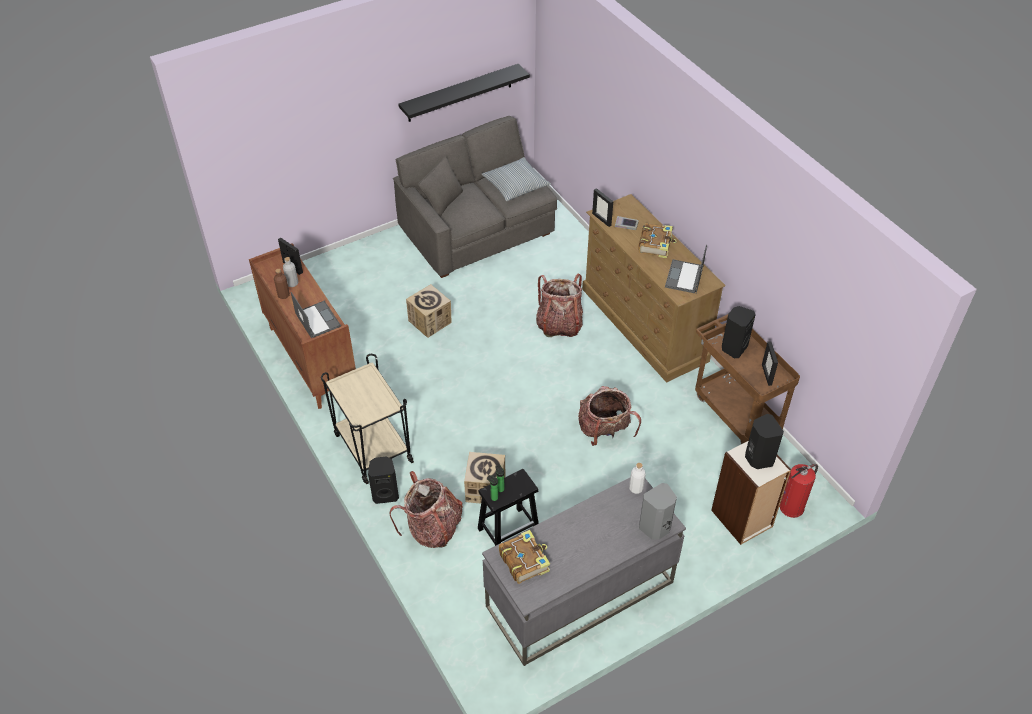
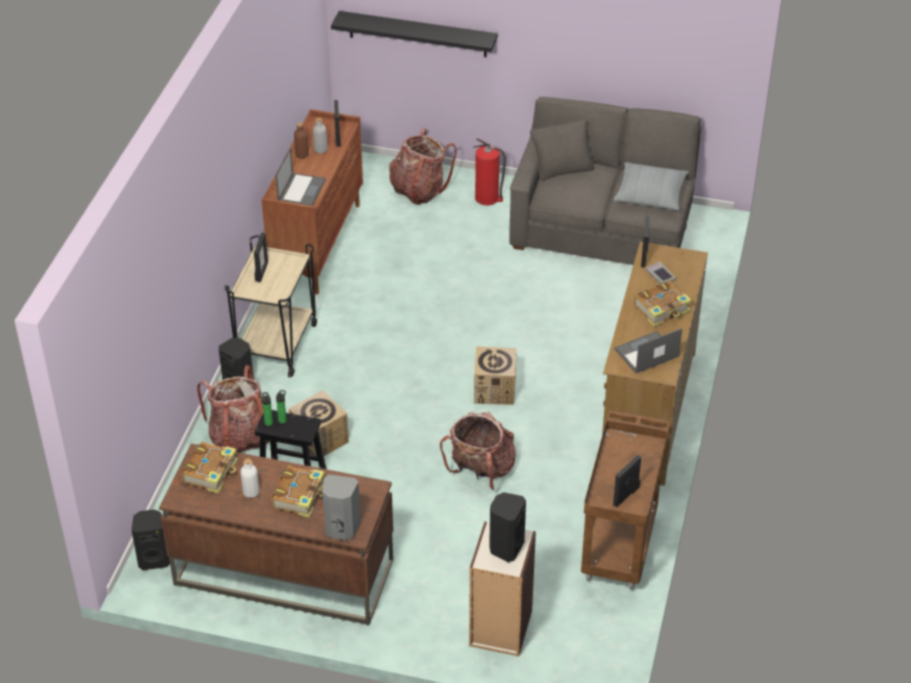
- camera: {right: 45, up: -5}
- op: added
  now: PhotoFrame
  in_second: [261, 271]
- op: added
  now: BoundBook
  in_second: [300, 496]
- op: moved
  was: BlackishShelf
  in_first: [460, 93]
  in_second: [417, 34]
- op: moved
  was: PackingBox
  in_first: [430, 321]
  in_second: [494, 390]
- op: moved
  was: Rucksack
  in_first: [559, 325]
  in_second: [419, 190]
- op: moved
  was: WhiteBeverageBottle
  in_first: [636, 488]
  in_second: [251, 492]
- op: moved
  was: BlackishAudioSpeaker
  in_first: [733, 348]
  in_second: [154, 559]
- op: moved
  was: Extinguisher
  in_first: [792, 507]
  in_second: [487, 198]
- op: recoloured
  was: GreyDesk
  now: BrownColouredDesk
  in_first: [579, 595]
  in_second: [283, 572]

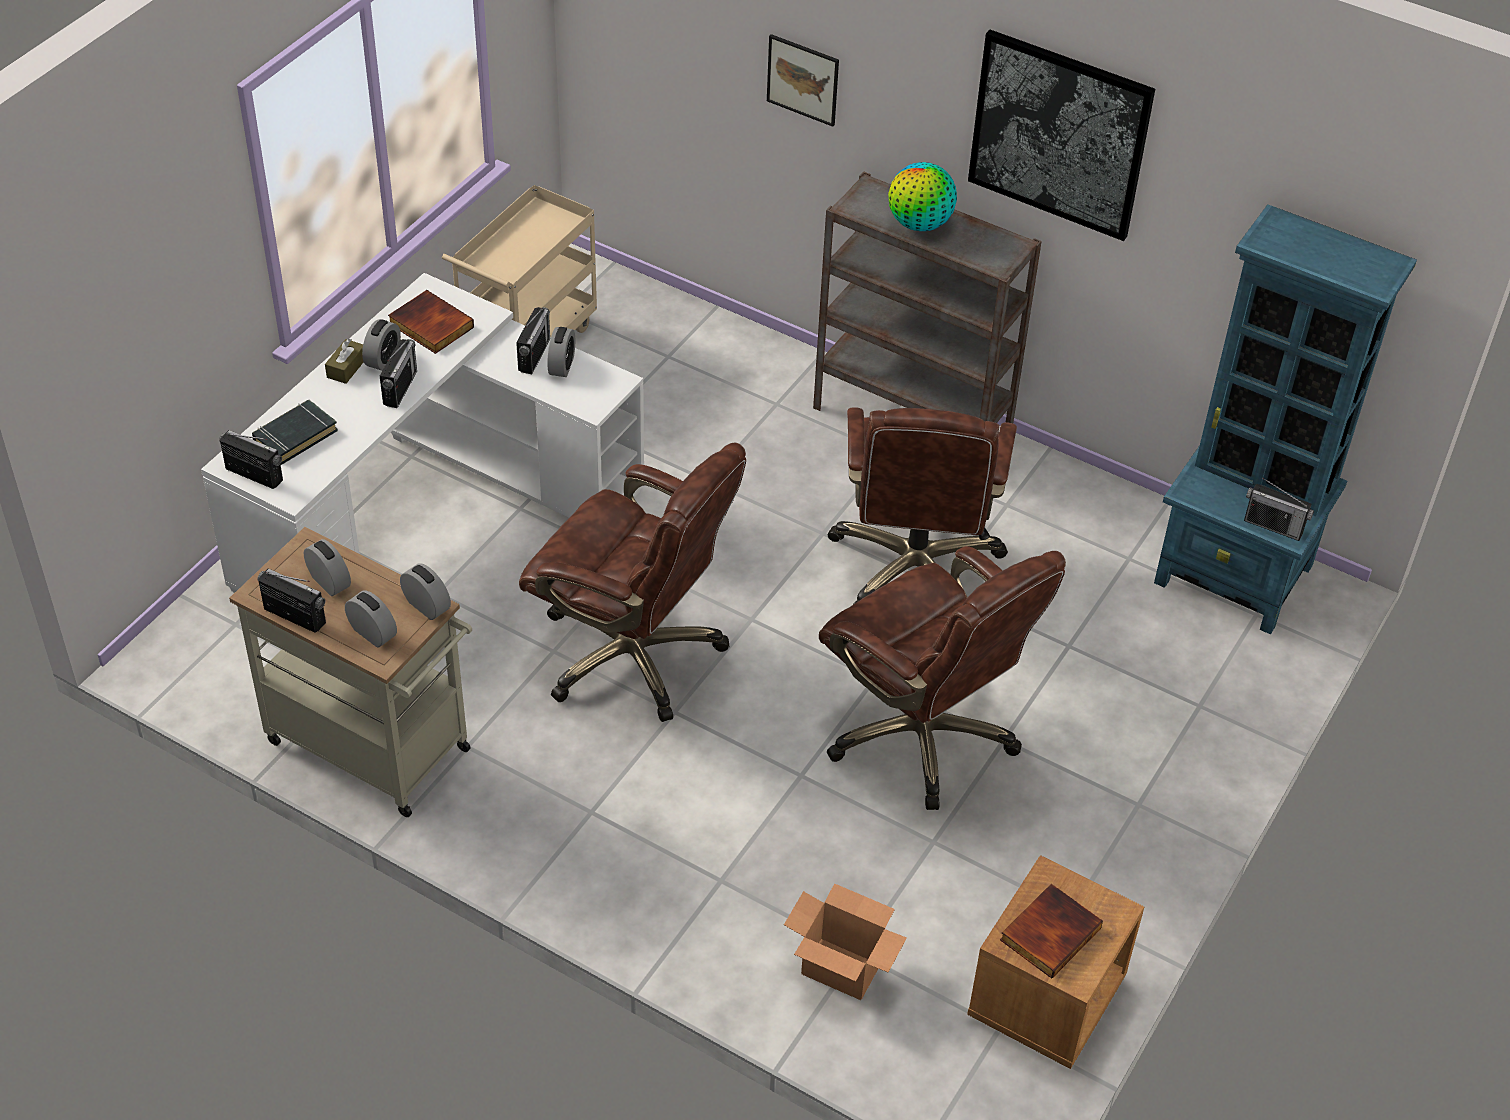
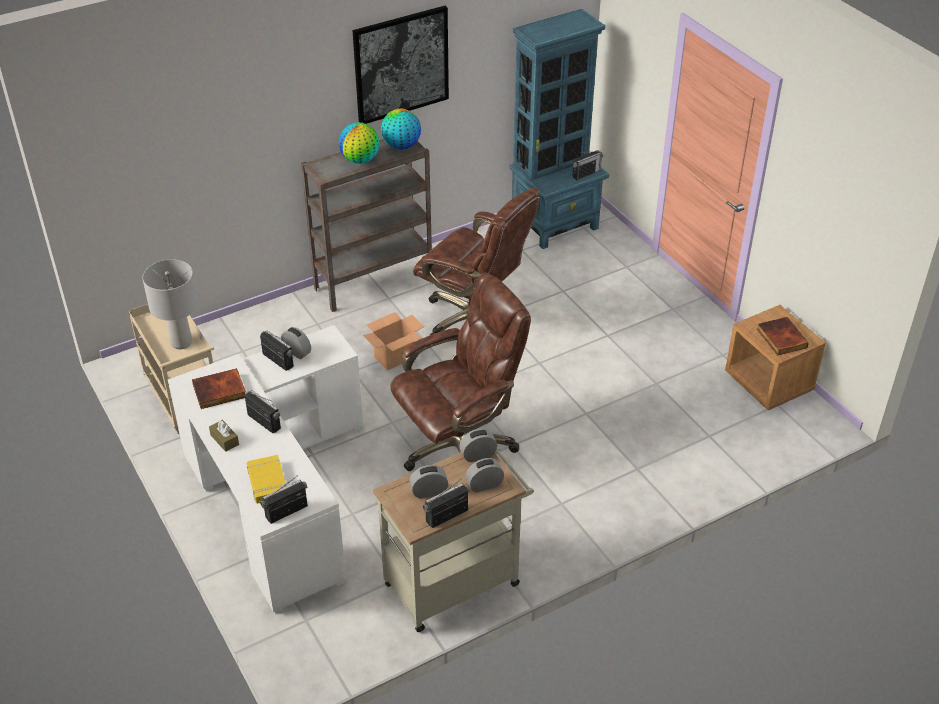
- camera: {right: -60, up: -5}
- op: removed
  was: AlarmClock
  in_first: [383, 359]
- op: removed
  was: Picture
  in_first: [803, 79]
- op: removed
  was: BrownColouredDeskChair
  in_first: [921, 732]
- op: added
  now: GreyTableLamp
  in_second: [181, 342]
- op: added
  now: DeskGlobe
  in_second: [401, 146]
- op: moved
  was: PackingBox
  in_first: [842, 969]
  in_second: [395, 357]
- op: recoloured
  was: BlackishBoundBook
  now: YellowBoundBook
  in_first: [295, 436]
  in_second: [267, 482]

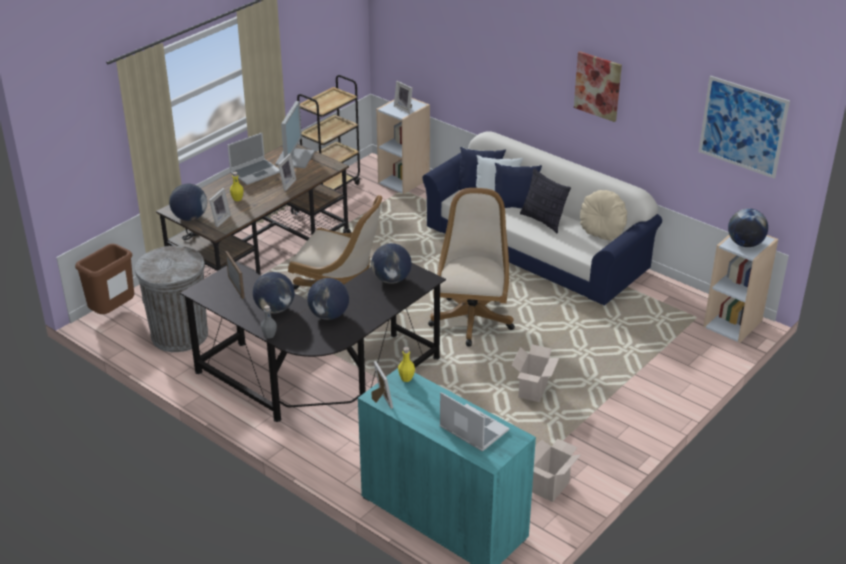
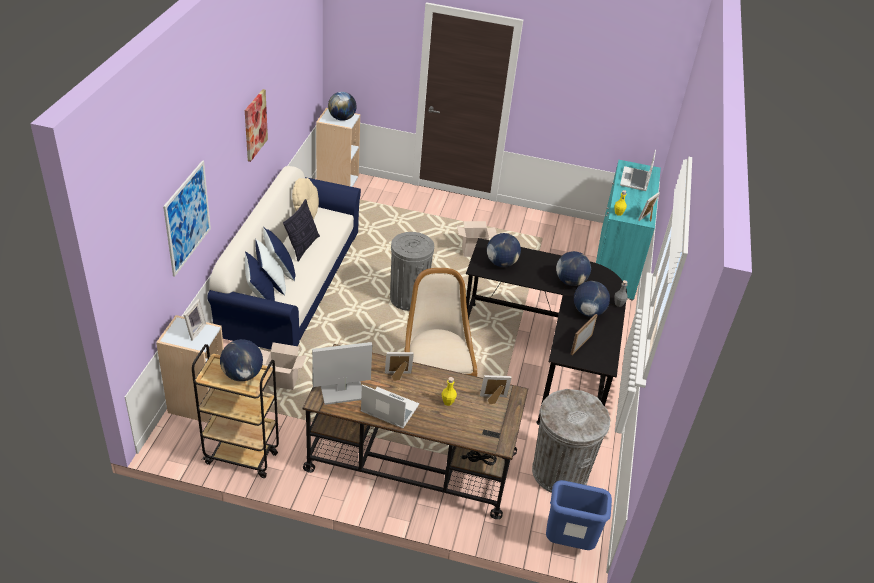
- camera: {right: -120, up: 5}
- op: moved
  was: DeskGlobe
  in_first: [190, 218]
  in_second: [242, 375]
- op: moved
  was: PackingBox
  in_first: [550, 486]
  in_second: [281, 381]
- op: moved
  was: Picture
  in_first: [743, 126]
  in_second: [187, 218]
- op: replaced
  was: DeskChair
  now: GreyRubbishBin
  in_first: [472, 316]
  in_second: [408, 299]
- op: recoloured
  was: BrownColouredRubbishBin
  now: BluishRubbishBin
  in_first: [113, 313]
  in_second: [569, 543]

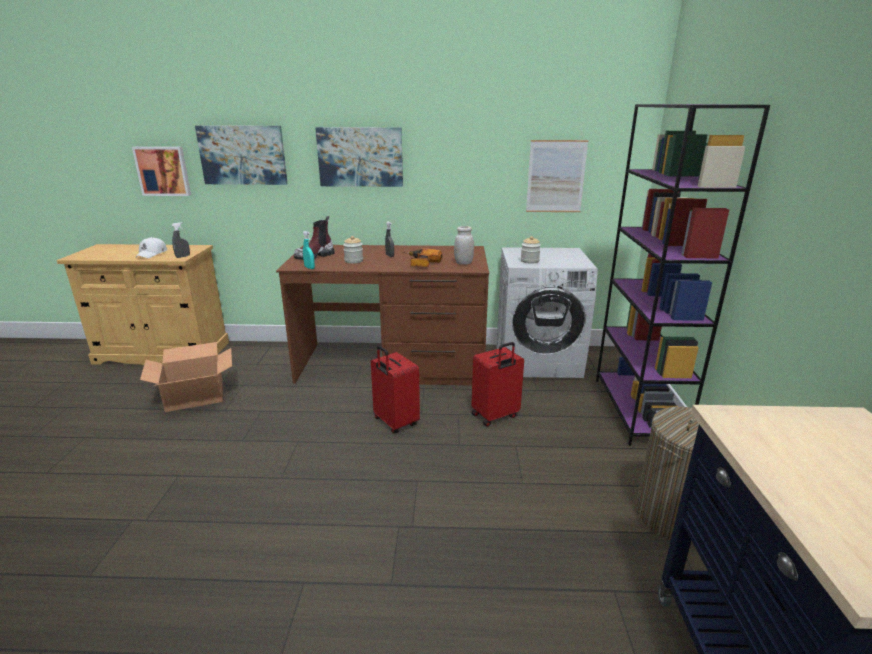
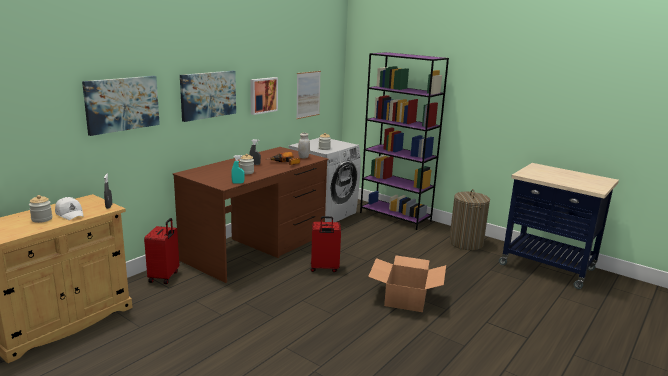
- camera: {right: -55, up: -5}
- op: removed
  was: TallBoot
  in_first: [315, 256]
- op: added
  now: StorageJar
  in_second: [42, 219]
- op: moved
  was: Picture
  in_first: [163, 171]
  in_second: [263, 95]
- op: moved
  was: PackingBox
  in_first: [195, 395]
  in_second: [405, 298]
- op: moved
  was: RedColouredSuitcase
  in_first: [495, 416]
  in_second: [164, 277]

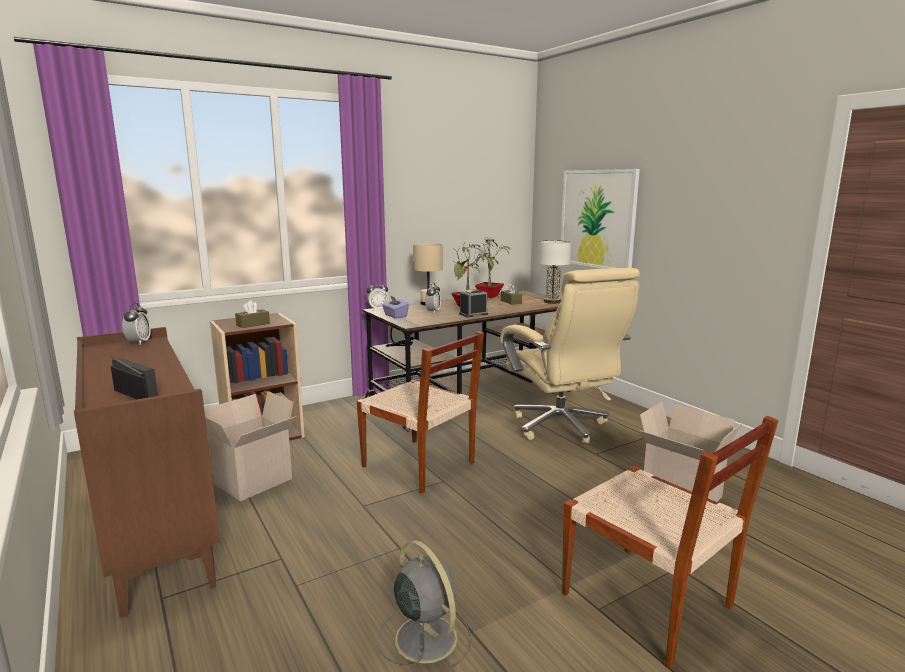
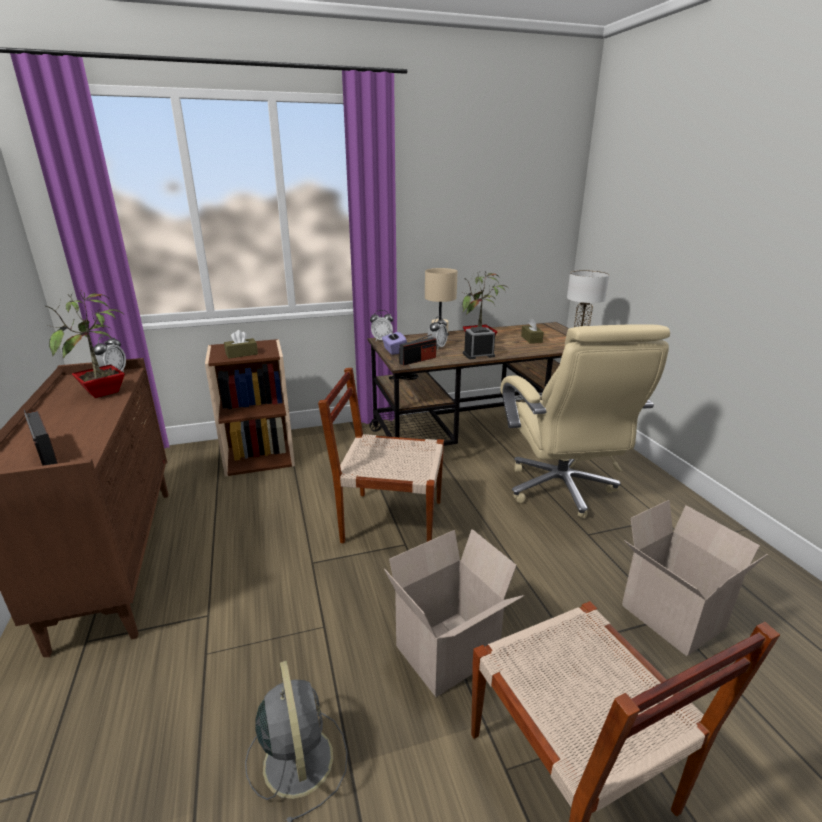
- camera: {right: 15, up: 10}
- op: removed
  was: Picture
  in_first: [597, 219]
- op: added
  now: Radio
  in_second: [418, 360]
- op: moved
  was: PackingBox
  in_first: [253, 482]
  in_second: [447, 655]
- op: moved
  was: Houseplant
  in_first: [490, 296]
  in_second: [104, 393]
- op: turned
  was: Chair
  in_first: [420, 466]
  in_second: [389, 521]
  clockwise: 135

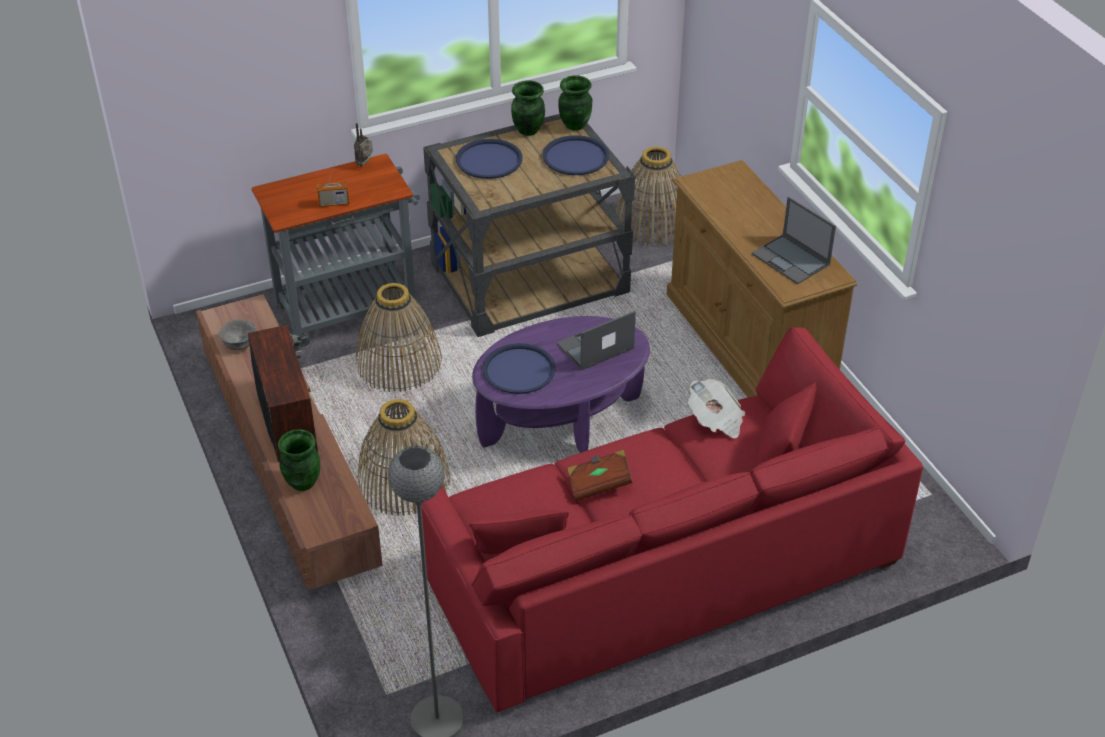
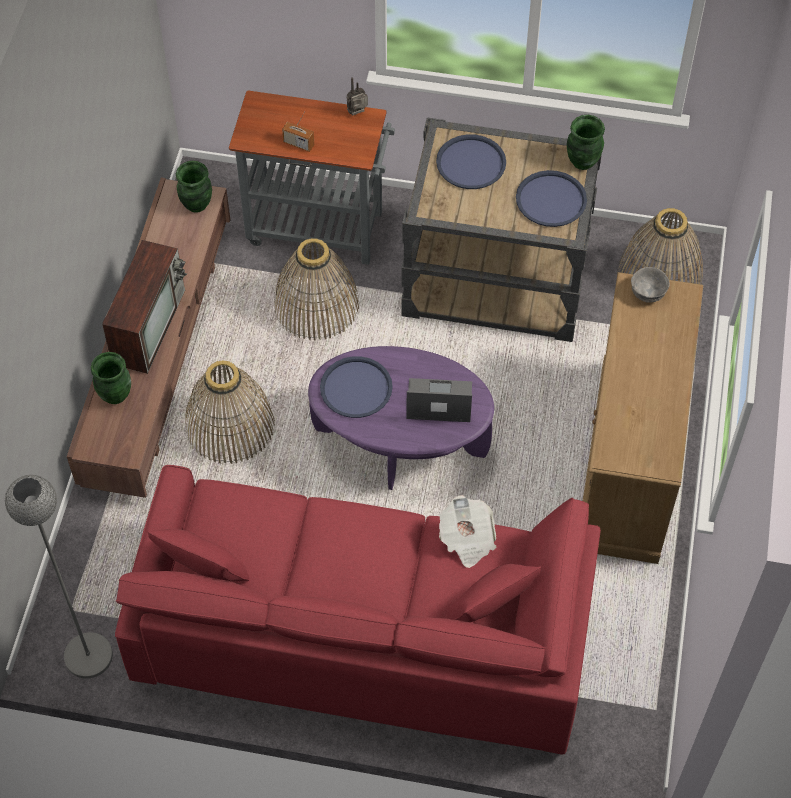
- camera: {right: 35, up: 15}
- op: removed
  was: BrownColouredBoundBook
  in_first: [599, 484]
- op: removed
  was: Laptop
  in_first: [791, 259]
- op: moved
  was: GreyDeepDish
  in_first: [240, 344]
  in_second: [648, 293]
- op: moved
  was: GreenColouredDecorativeVase
  in_first: [528, 130]
  in_second: [196, 205]

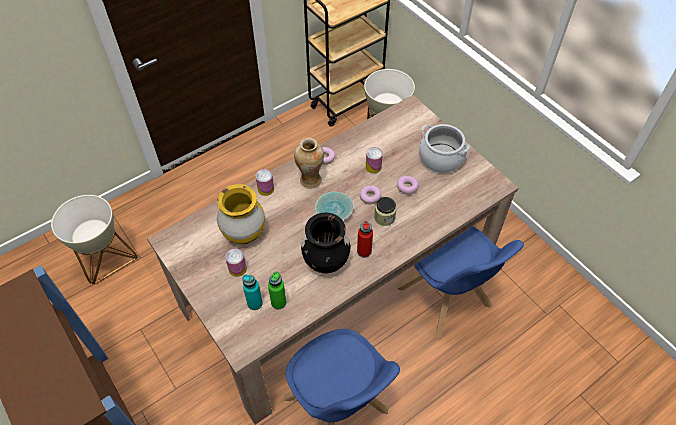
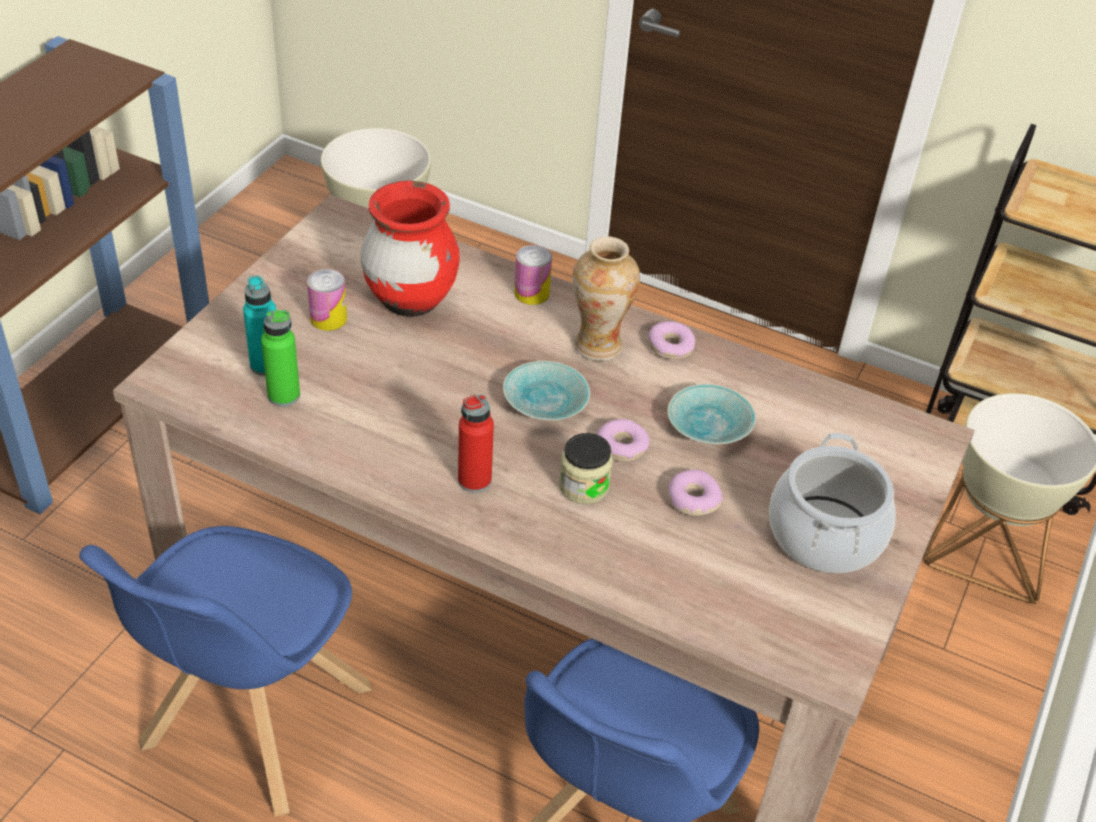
- camera: {right: 60, up: -10}
- op: removed
  was: BlackishDecorativeVase
  in_first: [326, 261]
- op: replaced
  was: SealedCan
  now: BlueGreenDeepDish
  in_first: [373, 167]
  in_second: [706, 427]
- op: recoloured
  was: YellowDecorativeVase
  now: RedColouredDecorativeVase
  in_first: [244, 233]
  in_second: [410, 300]

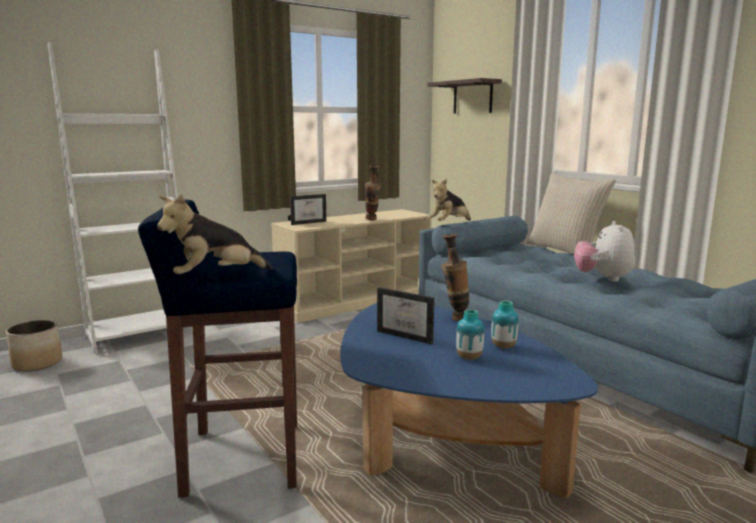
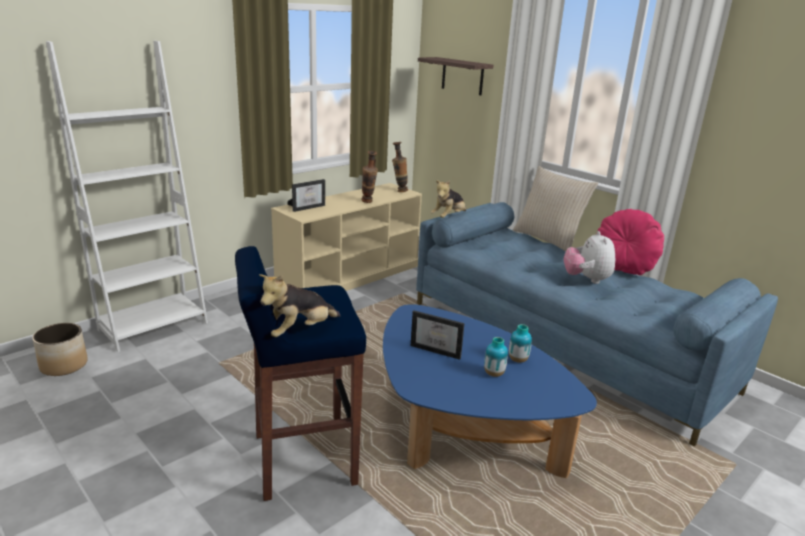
- camera: {right: -10, up: 10}
- op: added
  now: PinkColouredThrowPillow
  in_second: [623, 269]
- op: moved
  was: DecorativeVase
  in_first: [454, 318]
  in_second: [399, 191]

